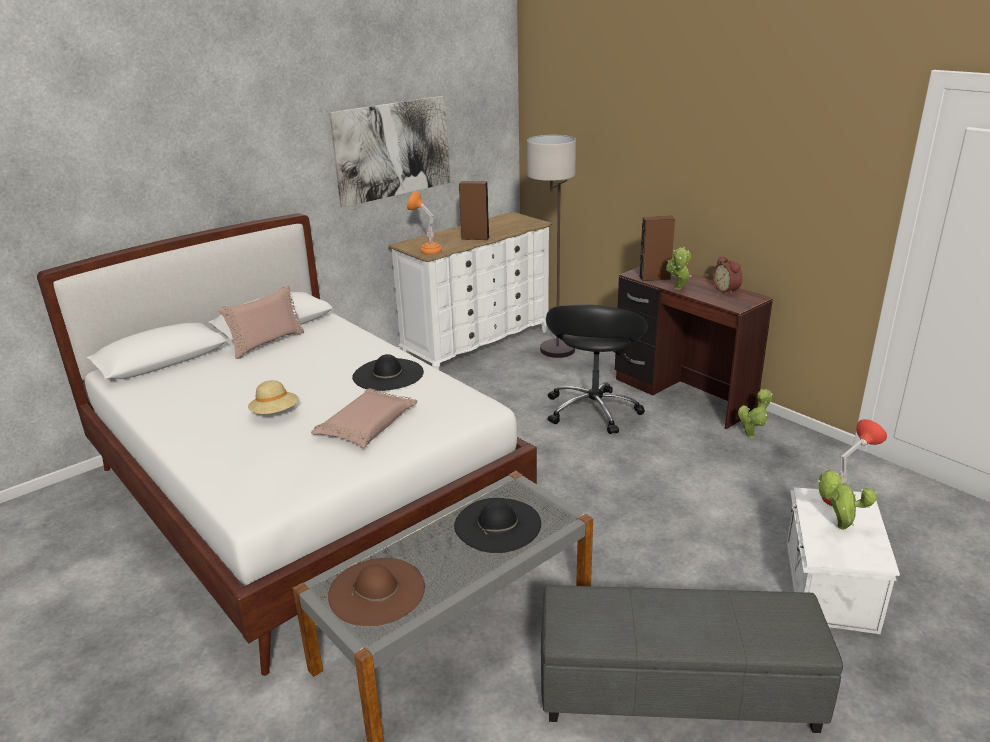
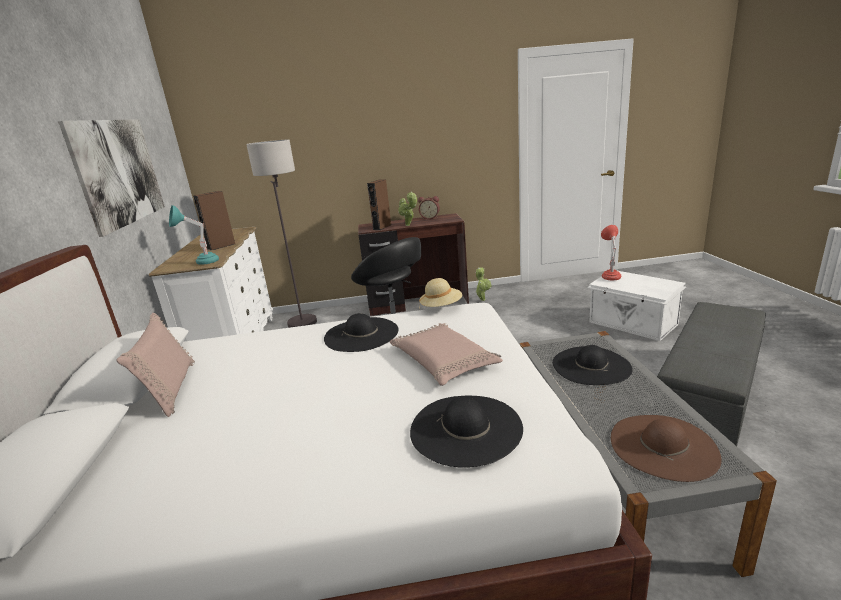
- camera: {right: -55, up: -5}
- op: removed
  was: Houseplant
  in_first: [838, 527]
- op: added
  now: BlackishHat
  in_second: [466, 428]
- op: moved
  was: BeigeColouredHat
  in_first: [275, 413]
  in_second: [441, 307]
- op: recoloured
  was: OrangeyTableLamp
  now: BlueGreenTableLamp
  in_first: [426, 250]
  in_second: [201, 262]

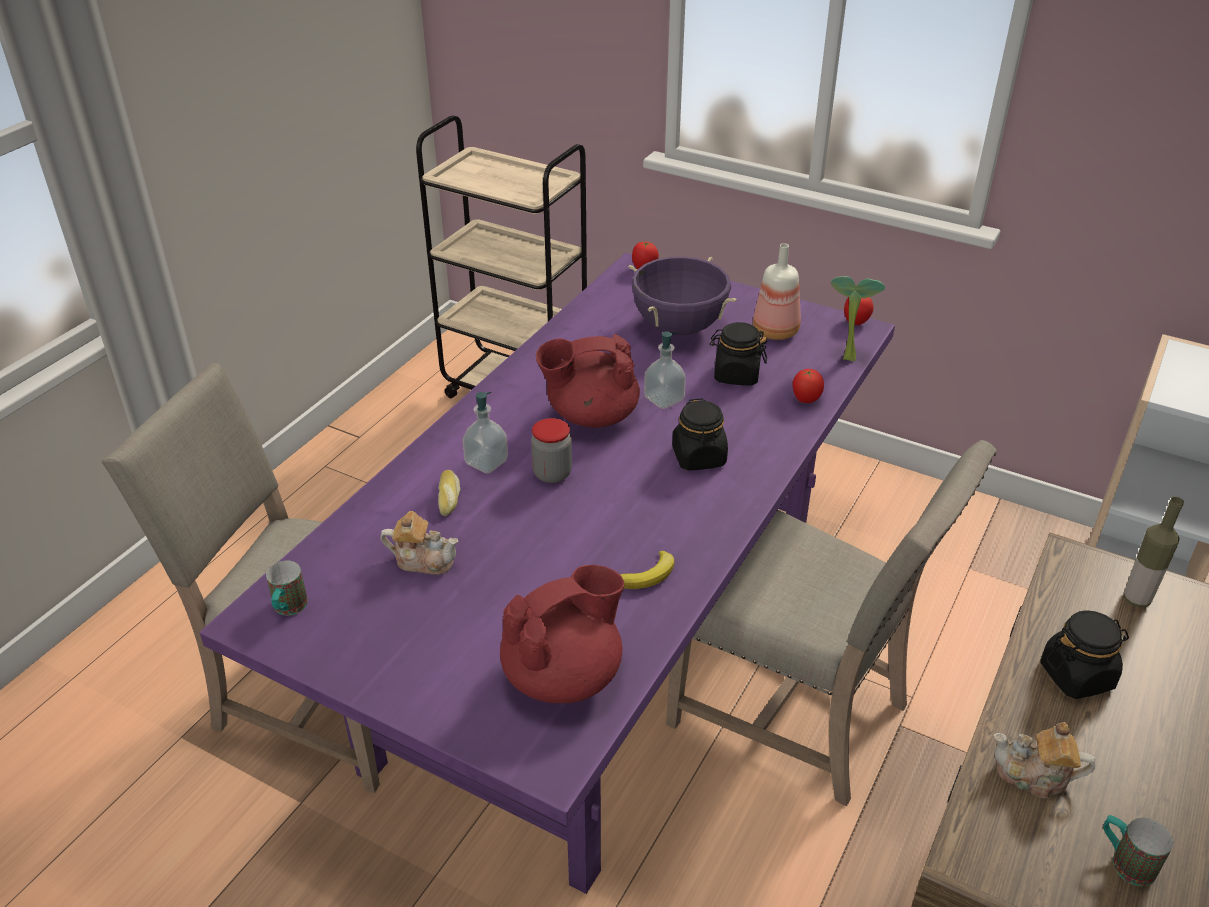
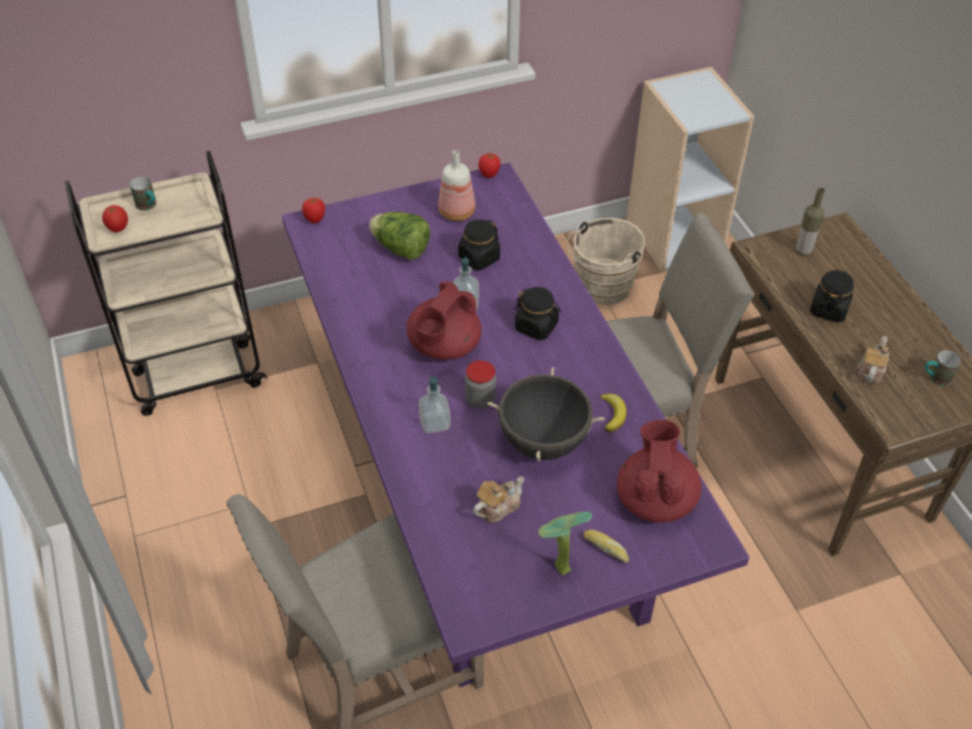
- camera: {right: -50, up: 10}
- op: added
  now: BlackishStockpot
  in_second: [543, 442]
- op: added
  now: BeigeColouredPail
  in_second: [600, 288]
- op: moved
  was: TeaMug
  in_first: [288, 609]
  in_second: [148, 206]
- op: moved
  was: BakedBread
  in_first: [449, 497]
  in_second: [606, 548]
- op: moved
  was: WholeTomato
  in_first: [805, 400]
  in_second: [118, 229]
- op: moved
  was: Houseplant
  in_first: [846, 355]
  in_second: [558, 568]
- op: replaced
  was: PurplishStockpot
  now: LettuceHead
  in_first: [678, 328]
  in_second: [401, 249]
- op: turned
  was: PotForTea
  in_first: [1034, 776]
  in_second: [870, 370]
  clockwise: 150

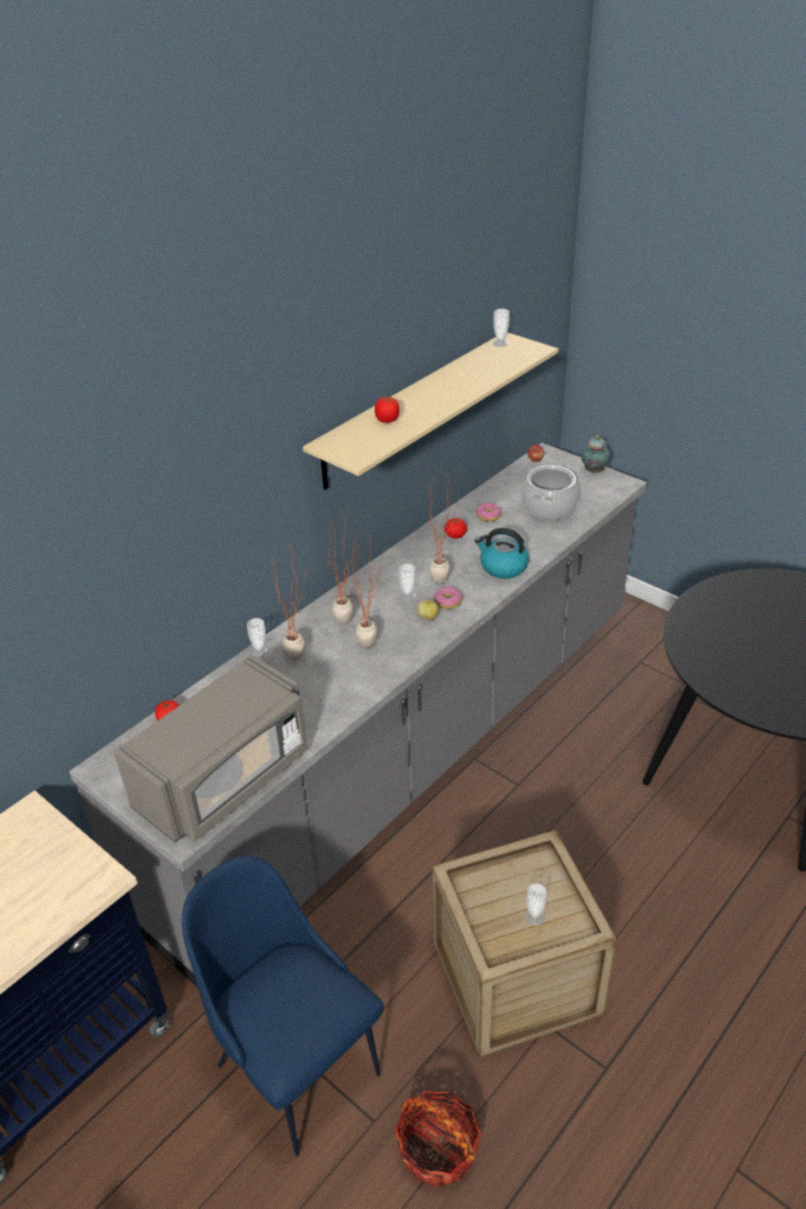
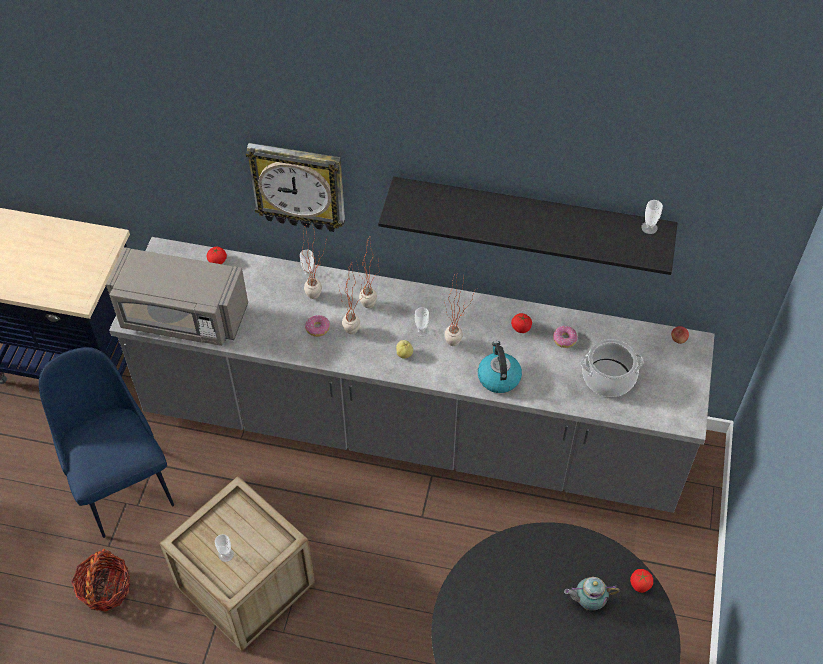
- camera: {right: 60, up: 15}
- op: added
  now: HangingClock
  in_second: [298, 186]
- op: moved
  was: WholeTomato
  in_first: [387, 420]
  in_second: [639, 585]
- op: moved
  was: Doughnut
  in_first: [447, 602]
  in_second: [317, 328]
- op: moved
  was: PotForTea
  in_first: [593, 472]
  in_second: [587, 601]
- op: recoloured
  was: BeigeColouredShelf
  now: BlackishShelf
  in_first: [413, 409]
  in_second: [530, 216]
- op: turned
  was: BluishChair
  in_first: [296, 1070]
  in_second: [123, 488]
  clockwise: -45

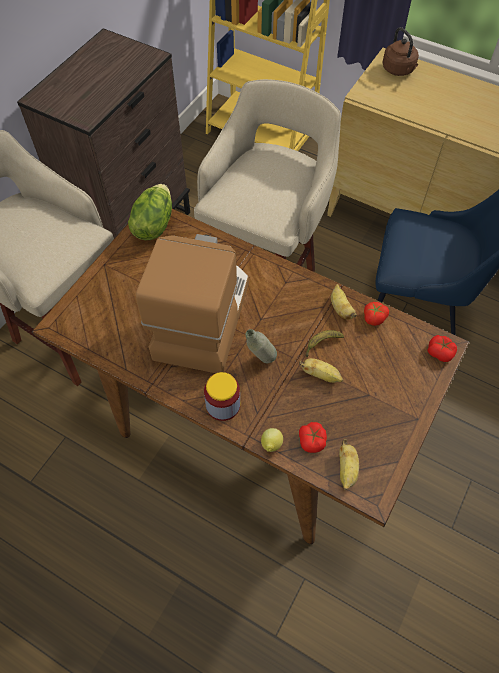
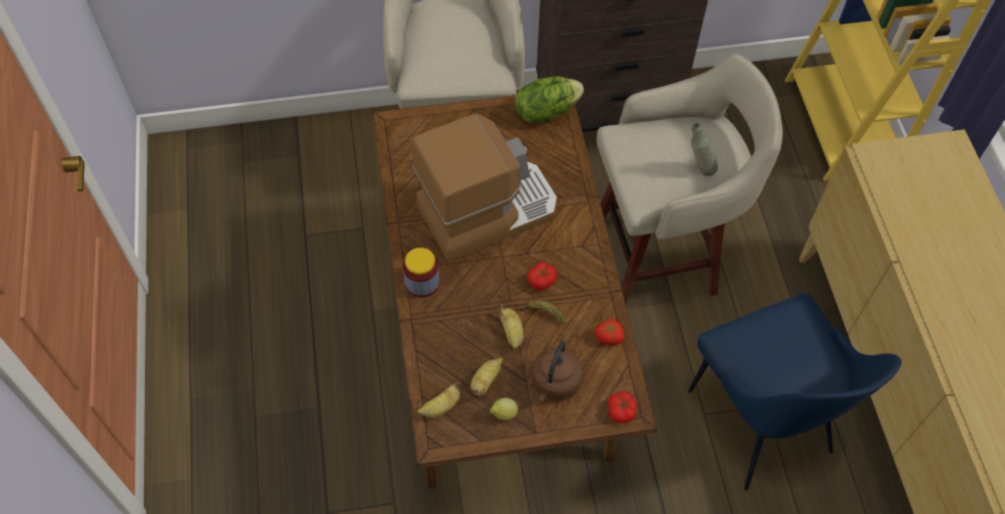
- camera: {right: 50, up: 0}
- op: moved
  was: GreyBeverageBottle
  in_first: [260, 362]
  in_second: [699, 170]
- op: moved
  was: WholeLemon
  in_first: [271, 445]
  in_second: [503, 414]
- op: moved
  was: WholeTomato
  in_first: [312, 440]
  in_second: [541, 280]
- op: moved
  was: BananaFruit
  in_first: [340, 308]
  in_second: [485, 381]
- op: moved
  was: BrownColouredWaterKettle
  in_first: [399, 70]
  in_second: [555, 384]

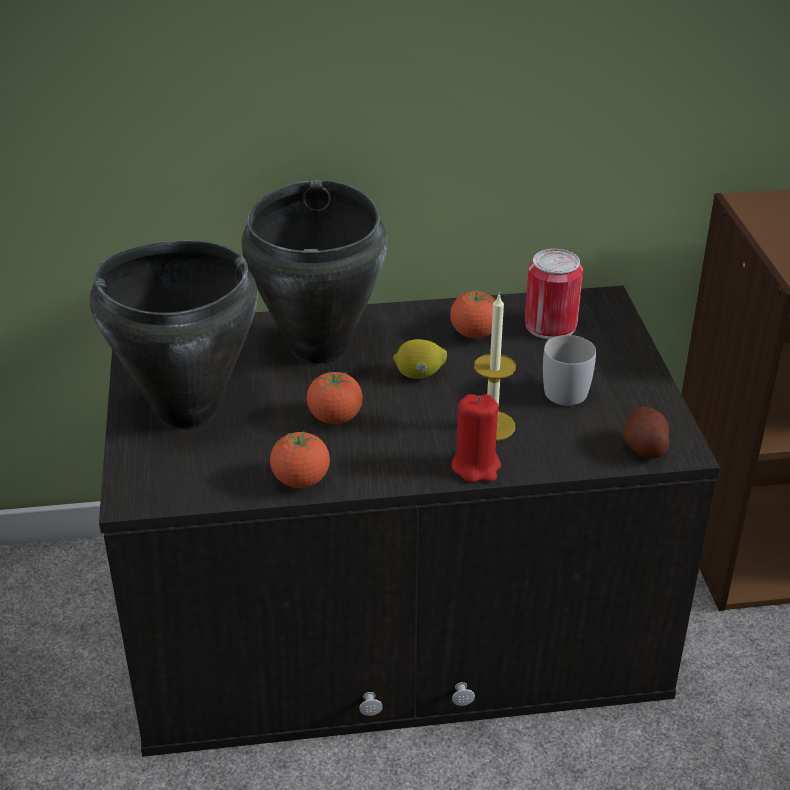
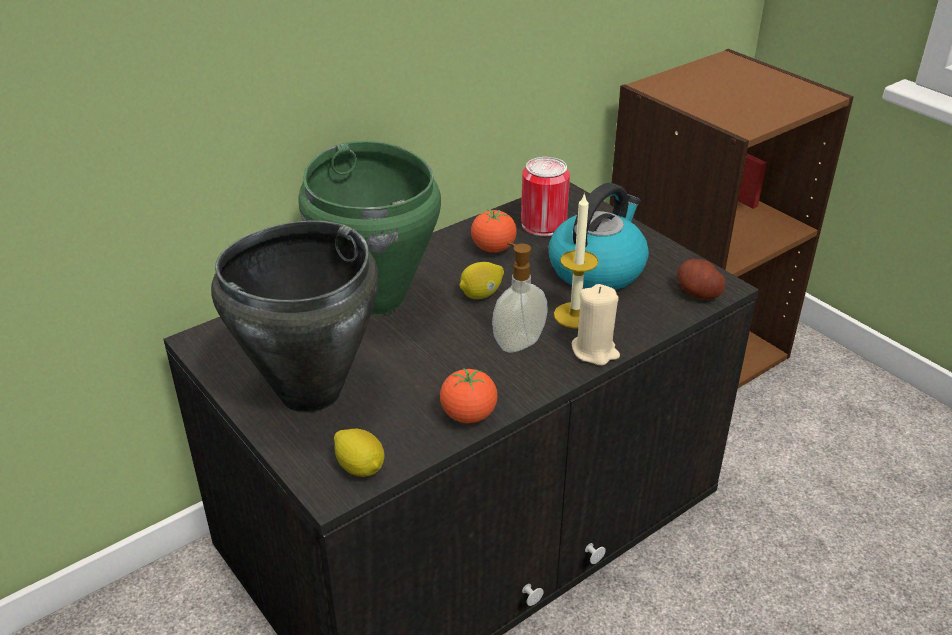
- camera: {right: -30, up: 0}
- op: removed
  was: WholeTomato
  in_first: [335, 418]
- op: added
  now: WholeLemon
  in_second: [360, 467]
- op: added
  now: LiquidSoapBottle
  in_second: [517, 343]
- op: replaced
  was: WhiteTeaMug
  now: WaterKettle
  in_first: [561, 388]
  in_second: [597, 269]
- op: recoloured
  was: BlackishStockpot
  now: GreenColouredStockpot
  in_first: [320, 347]
  in_second: [378, 299]
- op: recoloured
  was: RedColouredWaxLight
  now: BeigeColouredWaxLight
  in_first: [476, 466]
  in_second: [595, 351]

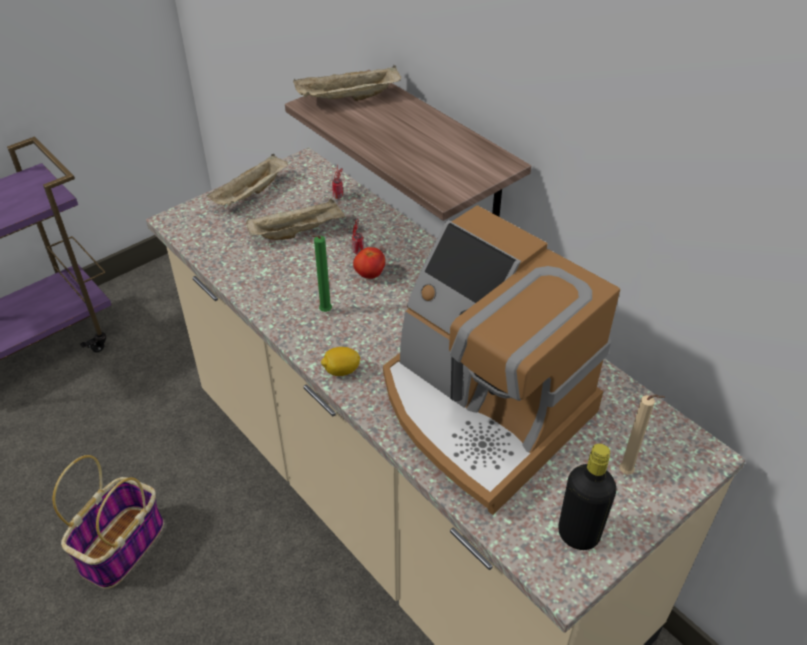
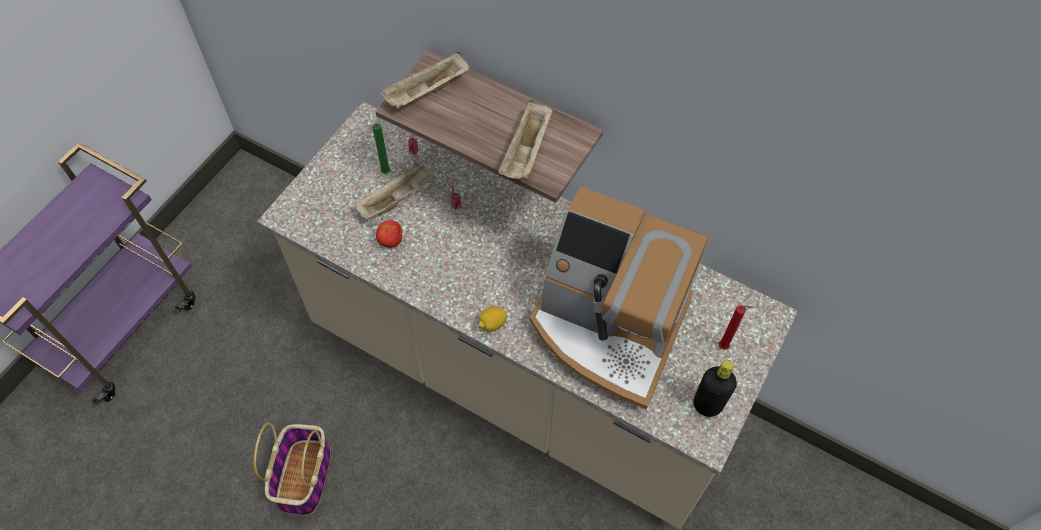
- camera: {right: -20, up: 15}
- op: moved
  was: BeigeColouredCarryingTray
  in_first: [251, 194]
  in_second: [526, 152]
- op: moved
  was: GreenColouredWaxLight
  in_first: [324, 312]
  in_second: [385, 173]
- op: moved
  was: WholeTomato
  in_first: [369, 274]
  in_second: [390, 241]
- op: recoloured
  was: BeigeColouredWaxLight
  now: RedColouredWaxLight
  in_first: [628, 473]
  in_second: [725, 347]

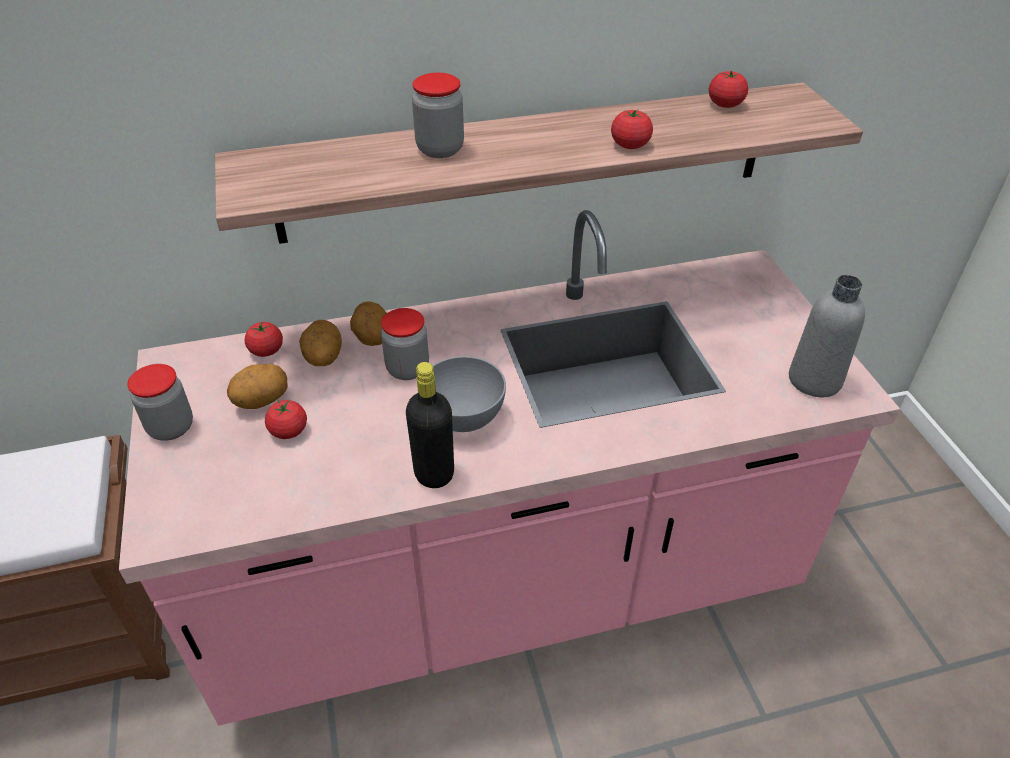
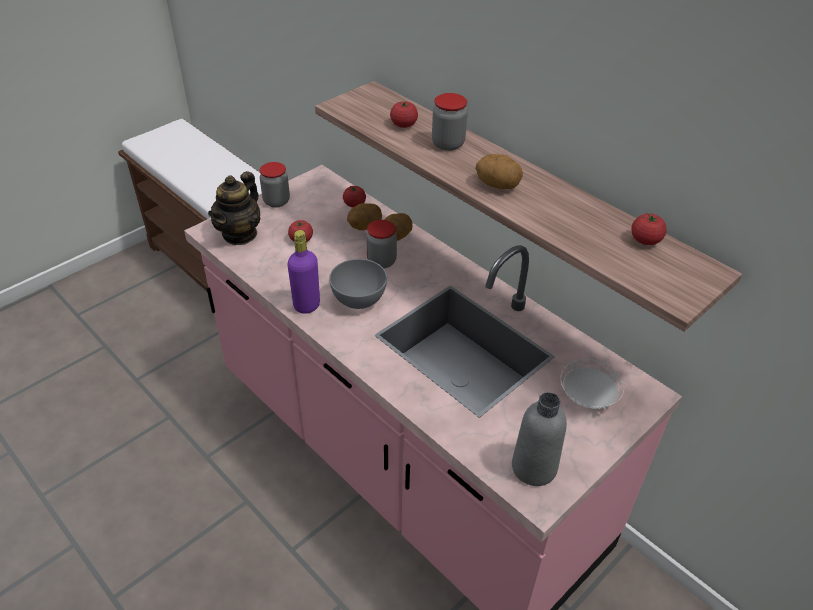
- camera: {right: 60, up: 0}
- op: added
  now: PotForTea
  in_second: [240, 234]
- op: added
  now: WhiteDinnerPlate
  in_second: [588, 395]
- op: moved
  was: Potato
  in_first: [262, 401]
  in_second: [497, 185]
- op: moved
  was: WholeTomato
  in_first: [630, 145]
  in_second: [403, 124]
- op: recoloured
  was: BlackishBeverageBottle
  now: PurplishBeverageBottle
  in_first: [434, 473]
  in_second: [306, 305]

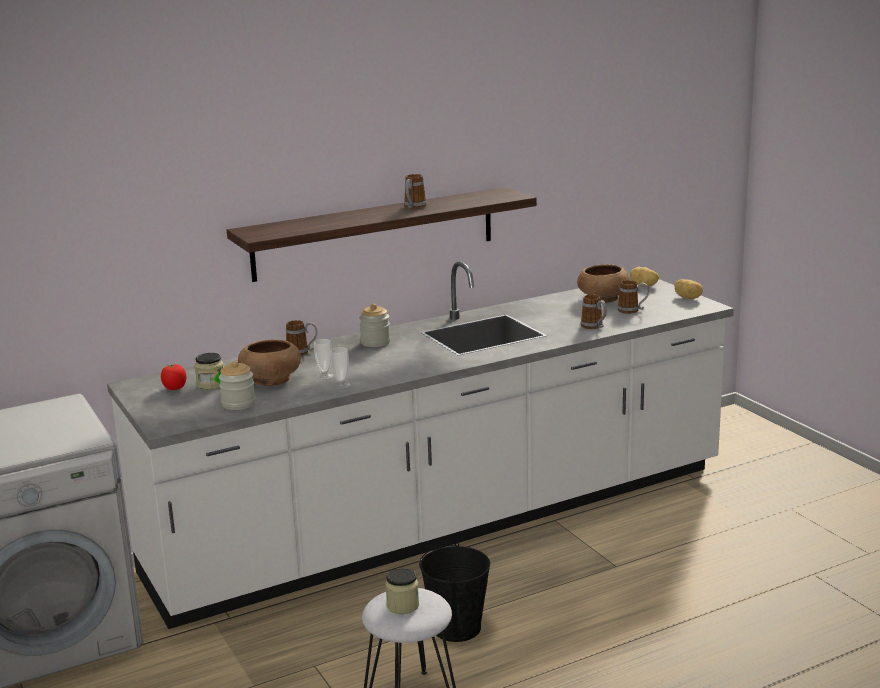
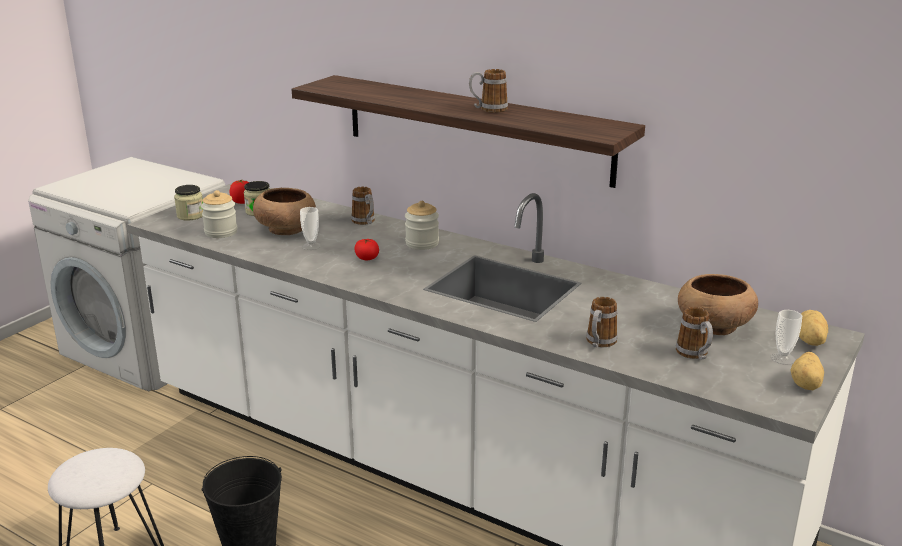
- camera: {right: 60, up: 5}
- op: added
  now: WholeTomato
  in_second: [367, 258]
- op: moved
  was: Cup
  in_first: [341, 385]
  in_second: [782, 358]
- op: moved
  was: StorageJar
  in_first: [402, 605]
  in_second: [190, 215]

